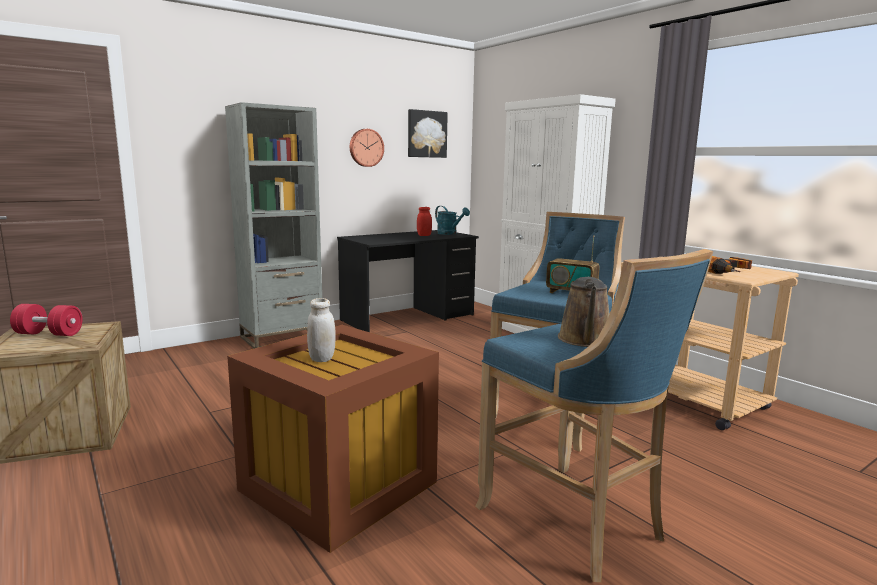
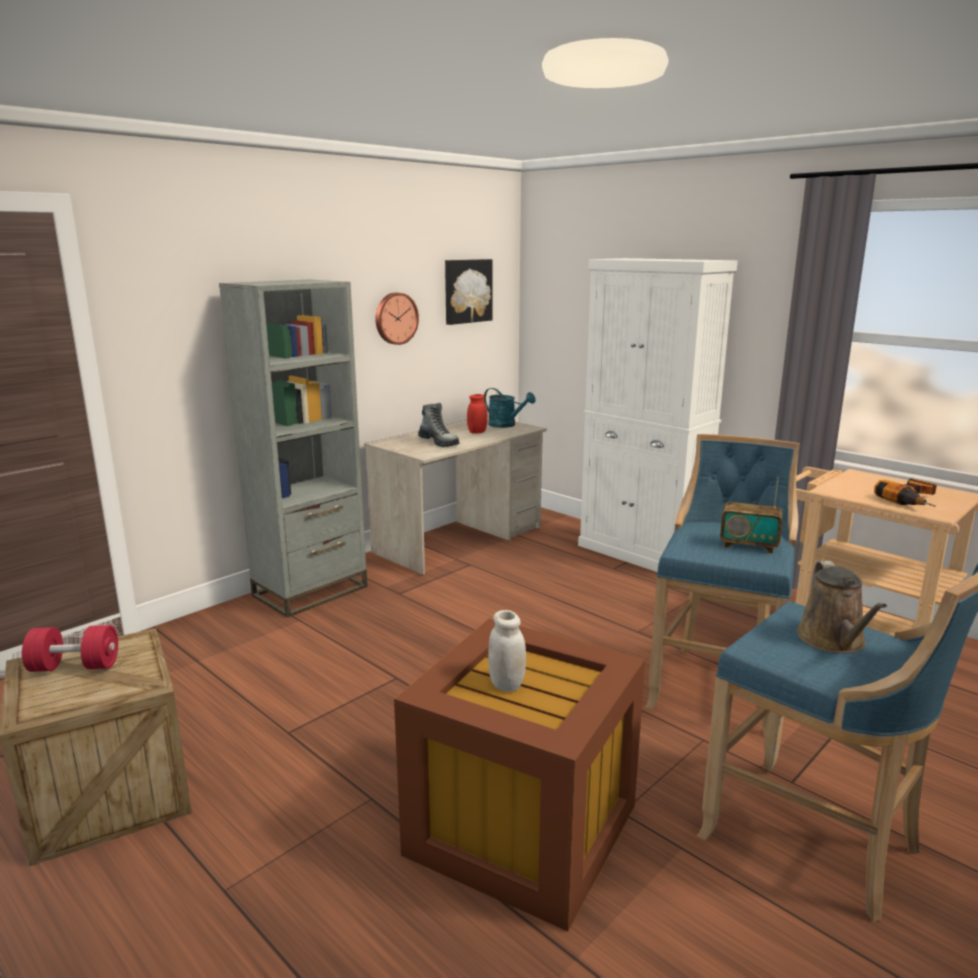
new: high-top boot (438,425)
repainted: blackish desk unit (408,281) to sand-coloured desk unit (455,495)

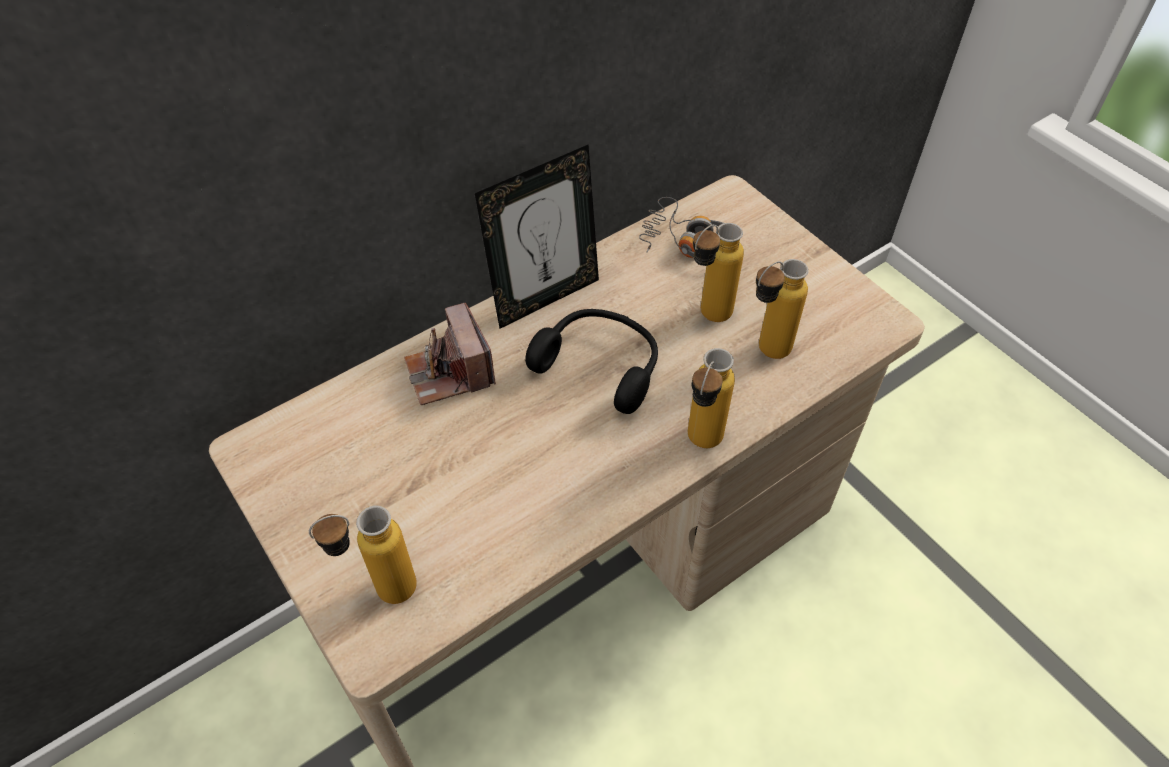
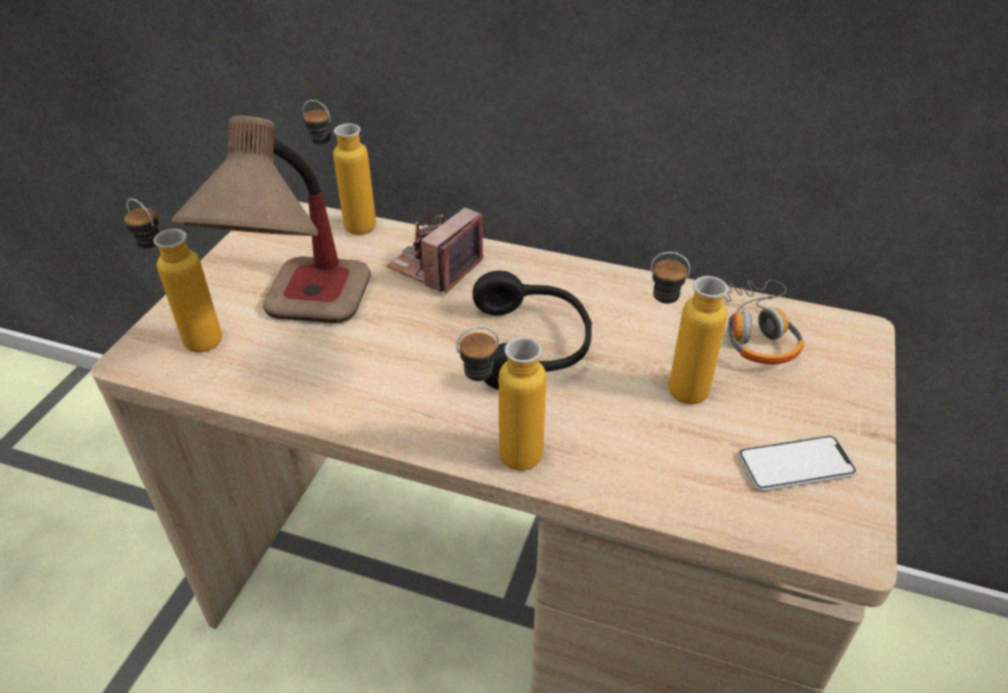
gone: picture frame (537,237)
new: lamp for a table (271,220); handset (797,463)
shifted: drink bottle (782,309) to (339,167)

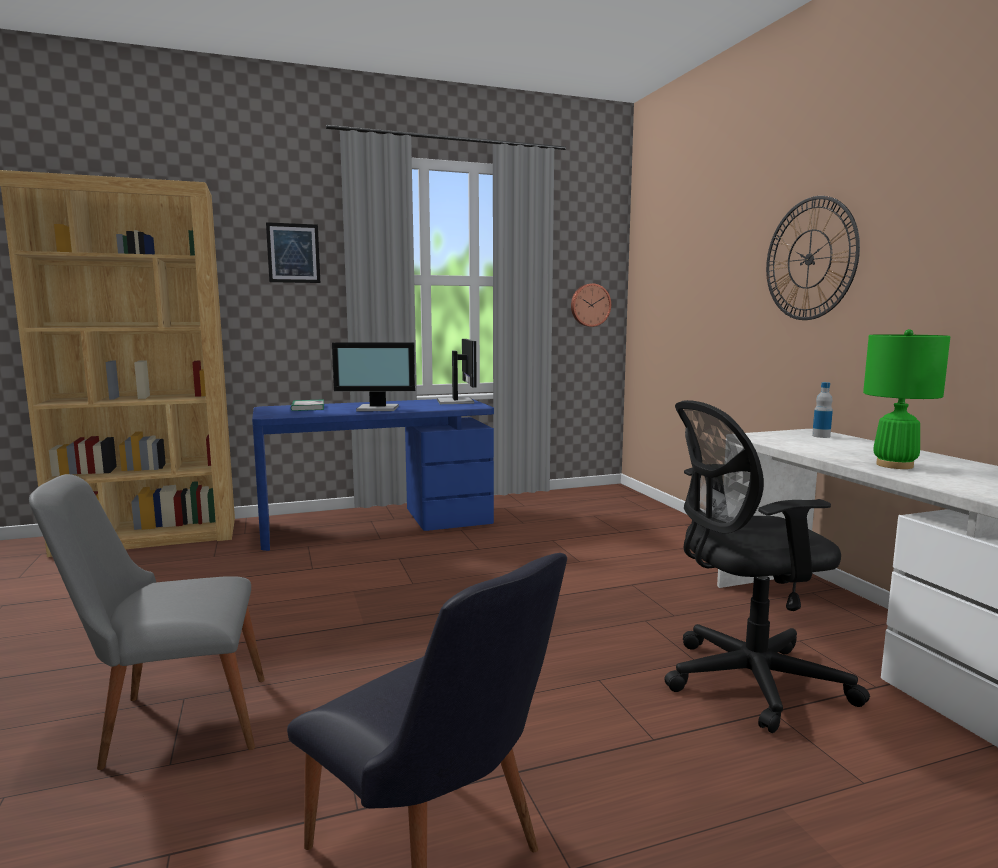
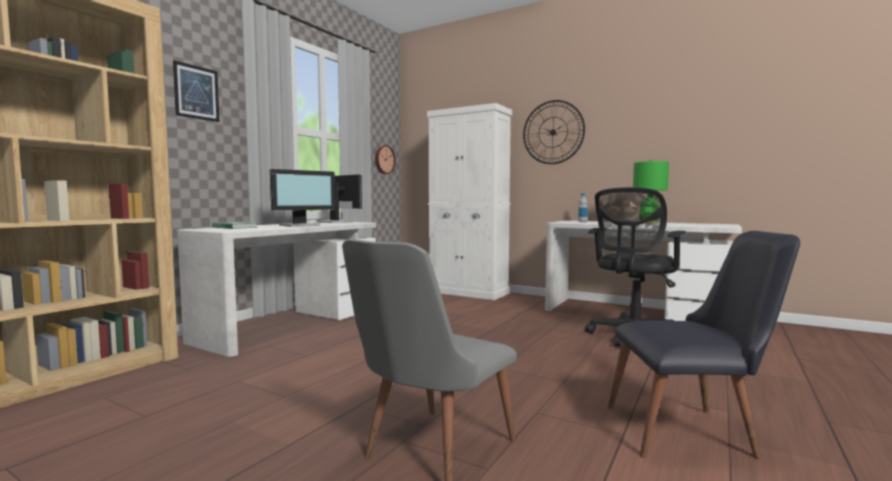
new: white-coloured cupboard (469,201)
repainted: blue-coloured desk unit (373,475) to white-coloured desk unit (276,289)

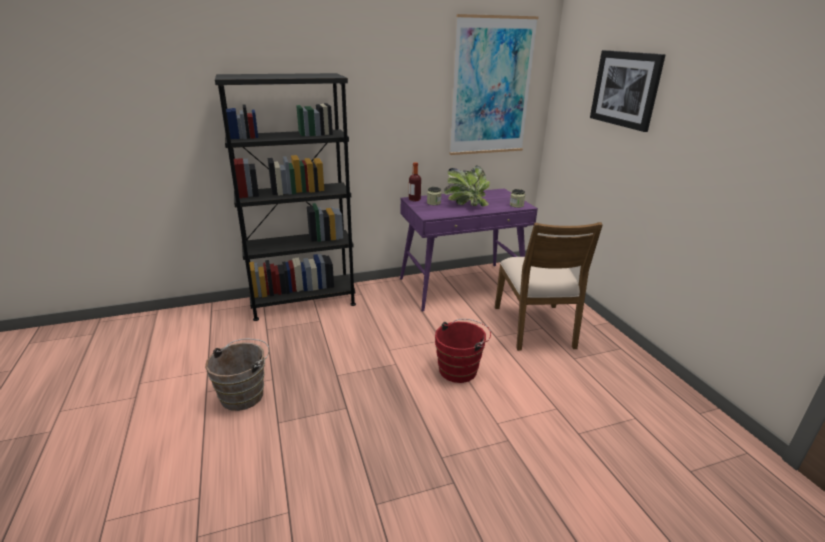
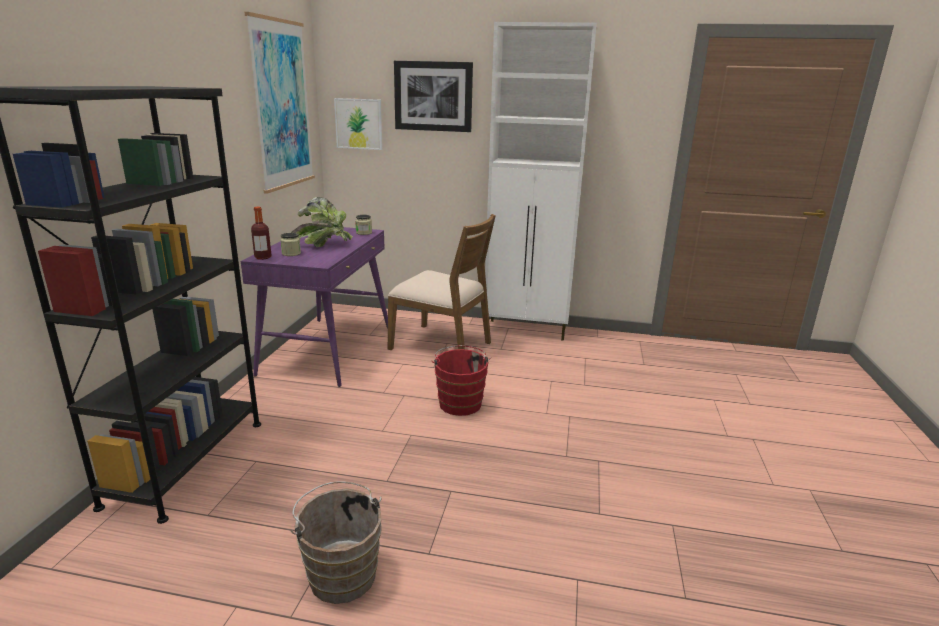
new: wall picture (358,124); white-coloured cupboard (541,181)

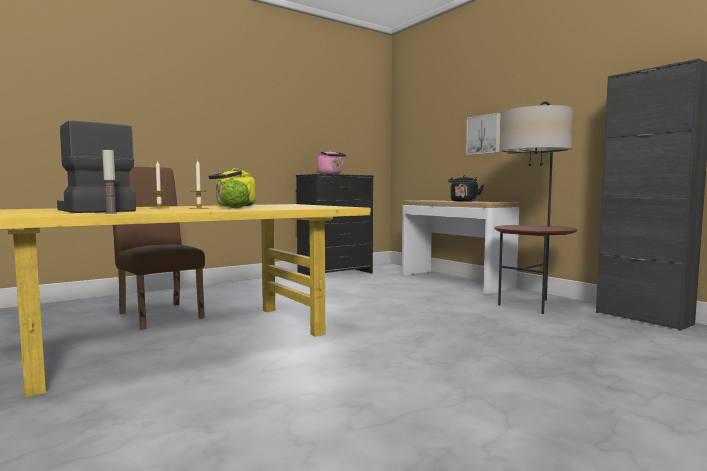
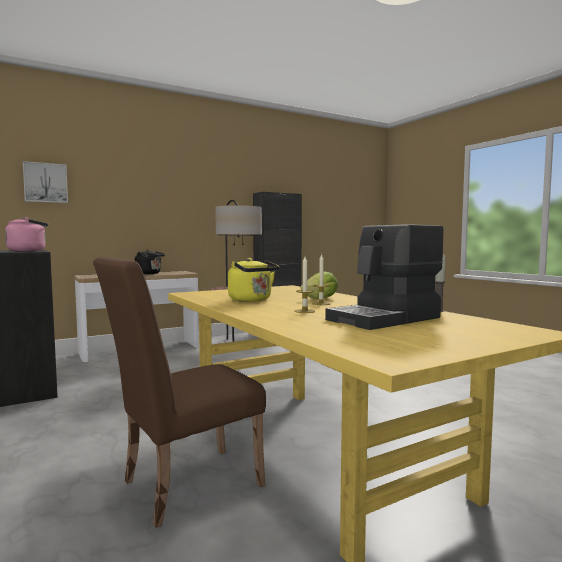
shifted: wall picture (483,134) to (45,182)

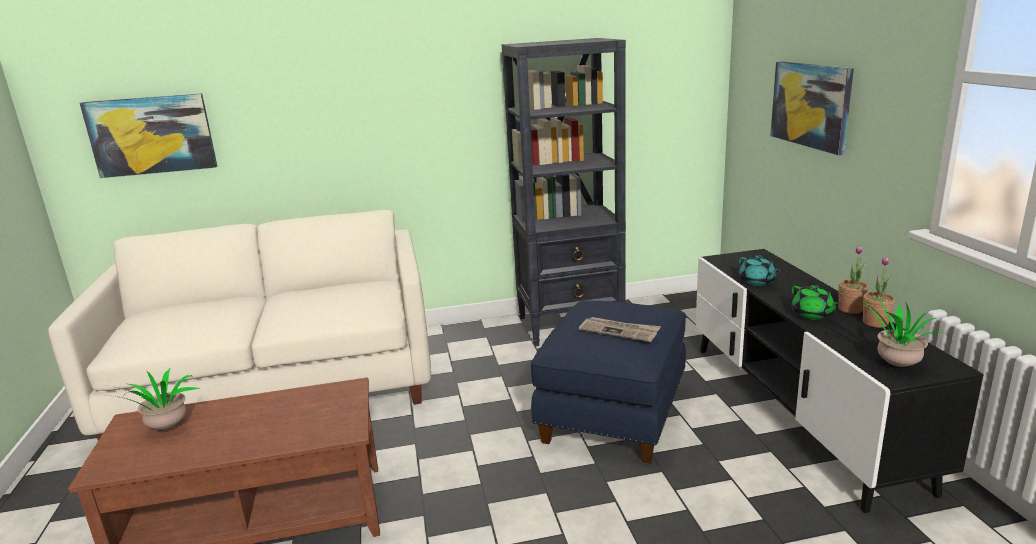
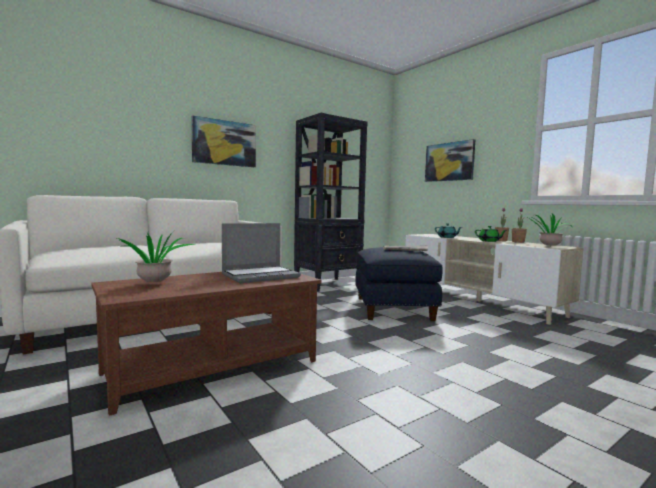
new: portable computer (261,253)
shifted: wall picture (148,135) to (223,141)
repainted: blackish tv unit (840,381) to sand-coloured tv unit (494,279)

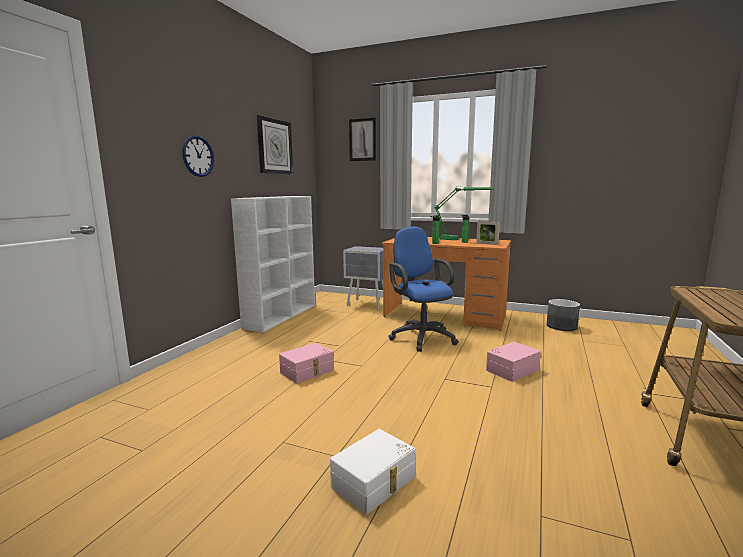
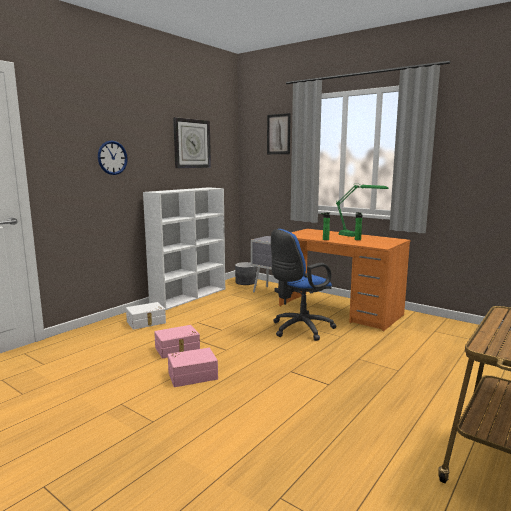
gone: picture frame (488,233)
shifted: white-coloured storage container (372,472) to (146,316); pink storage container (513,362) to (193,367); grey plant pot (563,315) to (245,273)
rotated: blue-coloured computer chair (423,289) = (304,285) 120 degrees counterclockwise

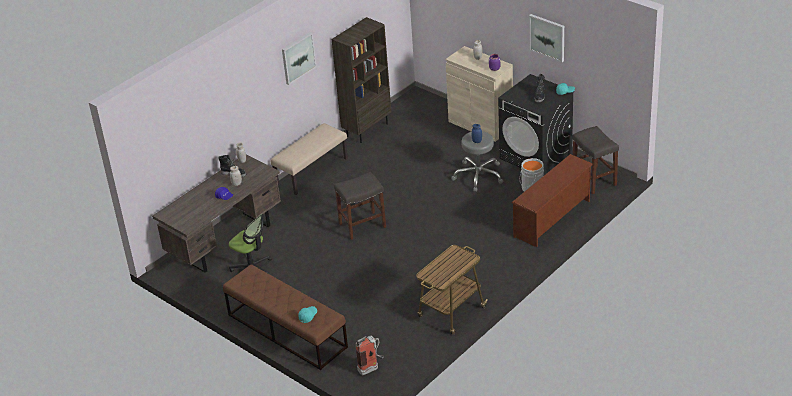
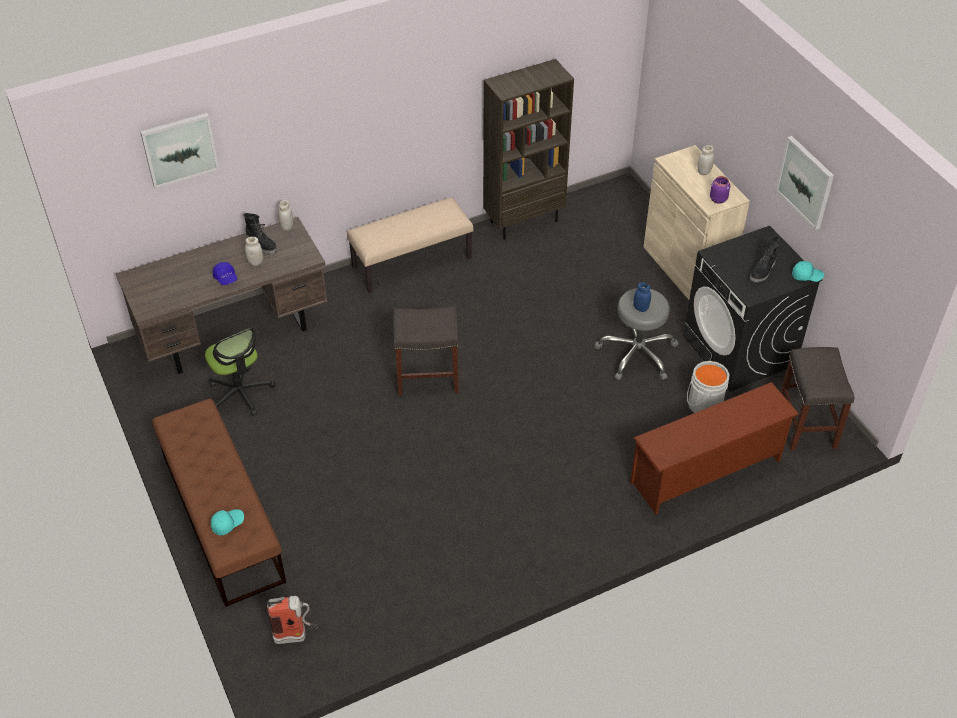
gone: wheeled cart (452,290)
shifted: wall picture (299,58) to (179,151)

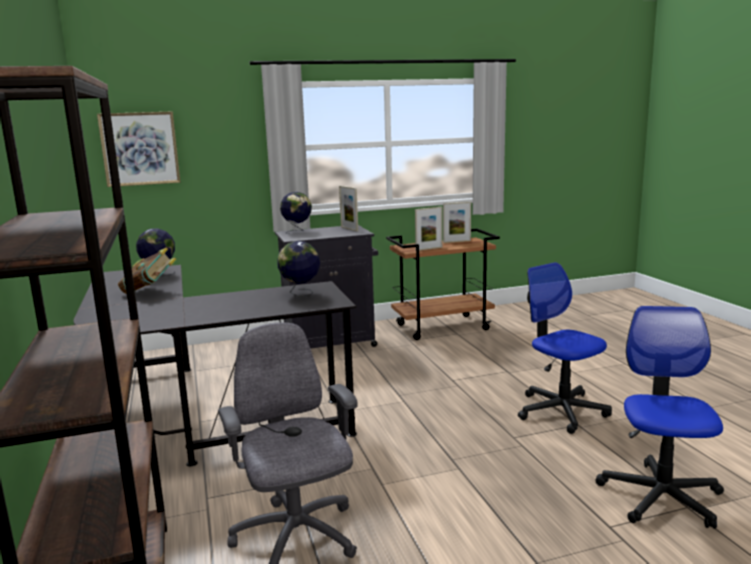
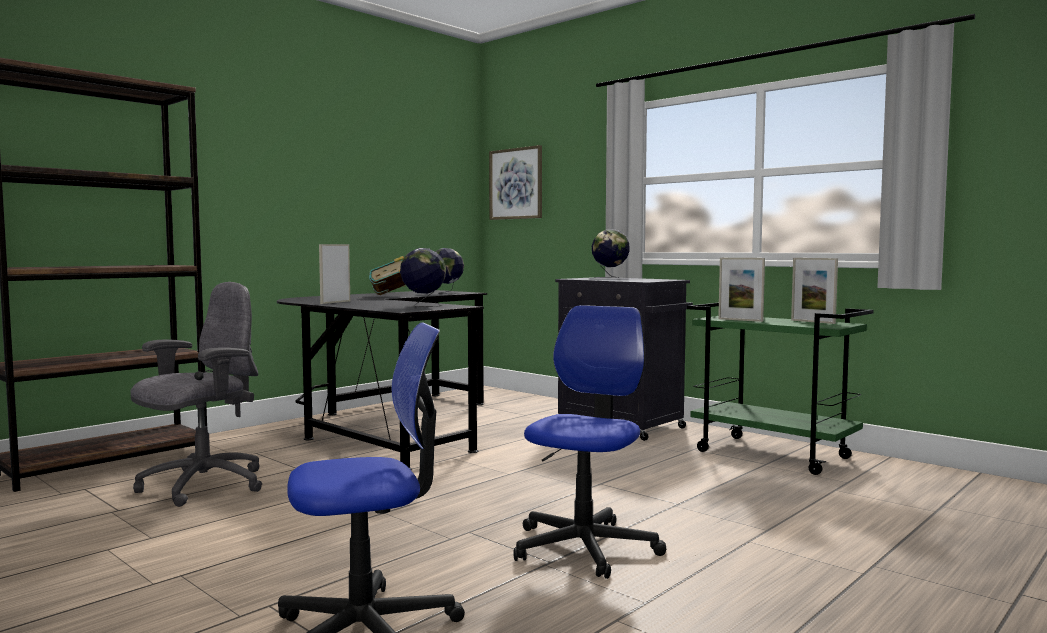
shifted: picture frame (348,208) to (334,274)
repainted: brownish wheeled cart (443,284) to greenish wheeled cart (780,389)

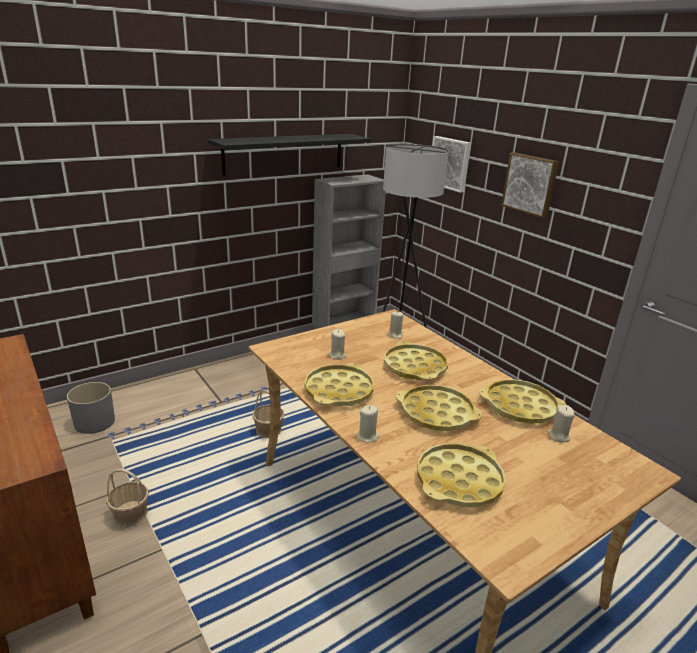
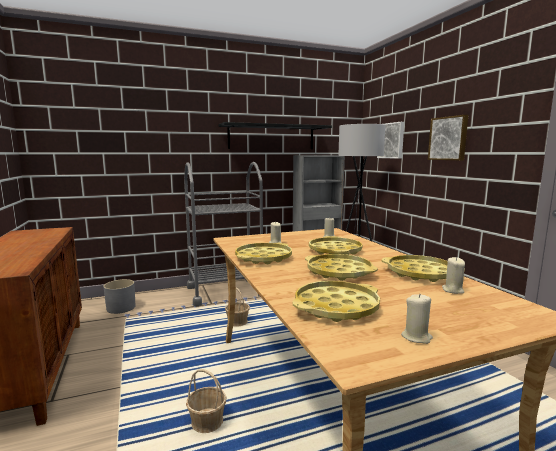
new: grey wheeled cart (223,234)
shifted: storage basket (127,498) to (206,401); sand-coloured wax candle (368,424) to (417,319)

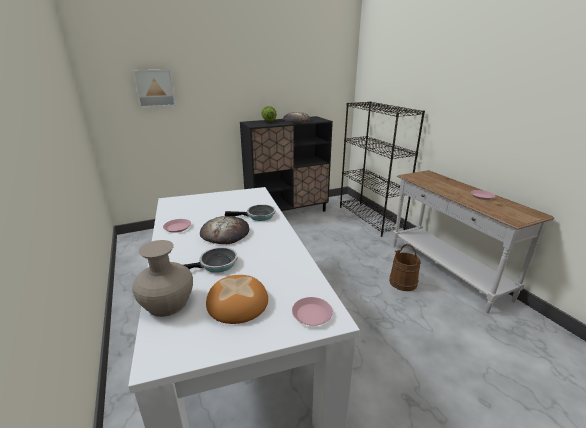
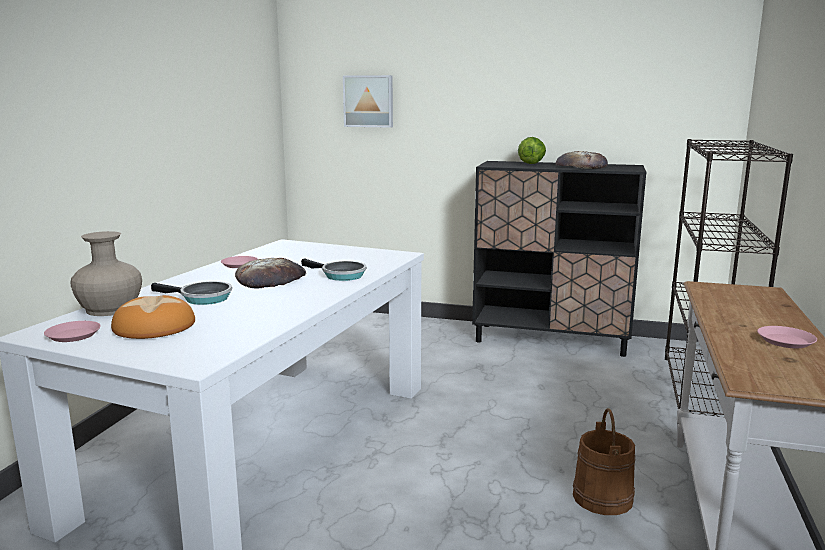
shifted: pink flat dish (312,311) to (72,331)

